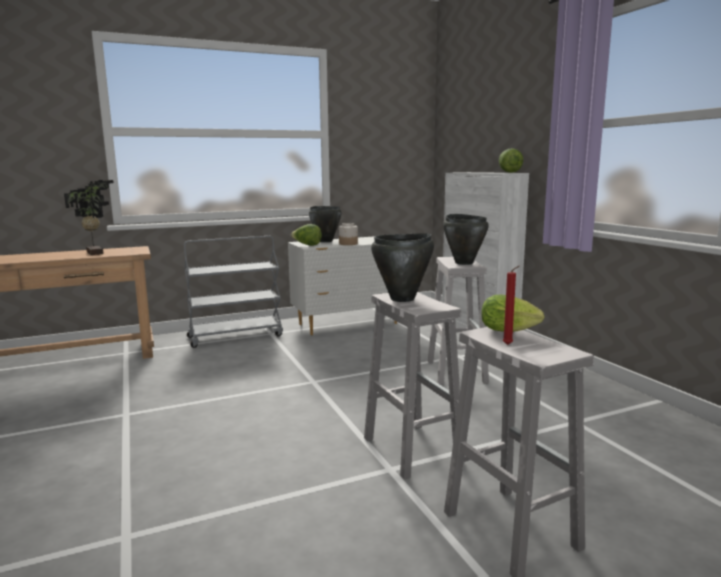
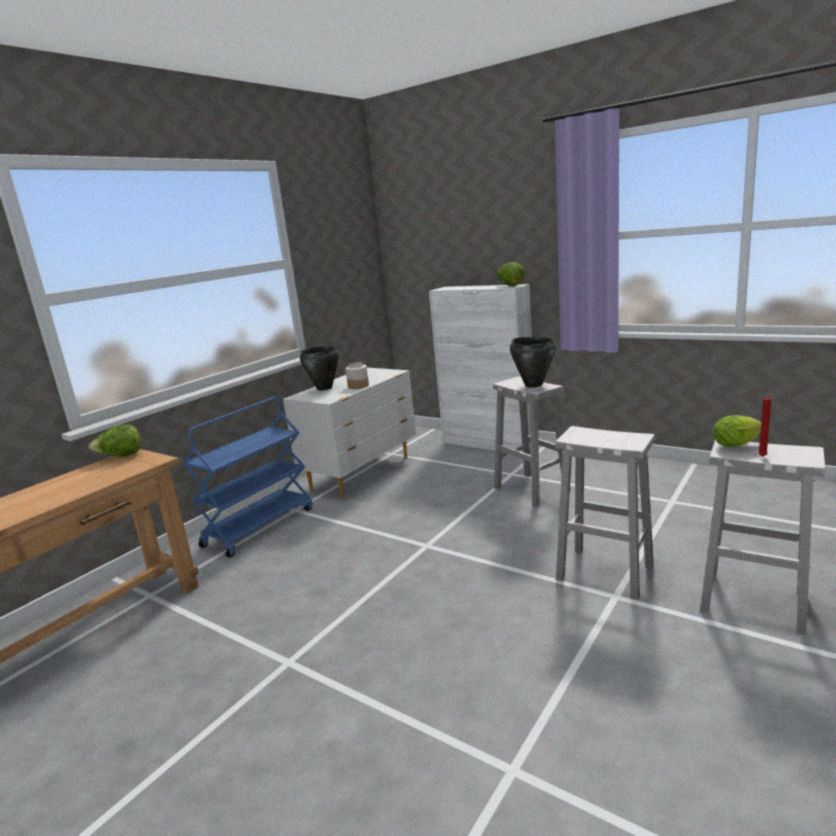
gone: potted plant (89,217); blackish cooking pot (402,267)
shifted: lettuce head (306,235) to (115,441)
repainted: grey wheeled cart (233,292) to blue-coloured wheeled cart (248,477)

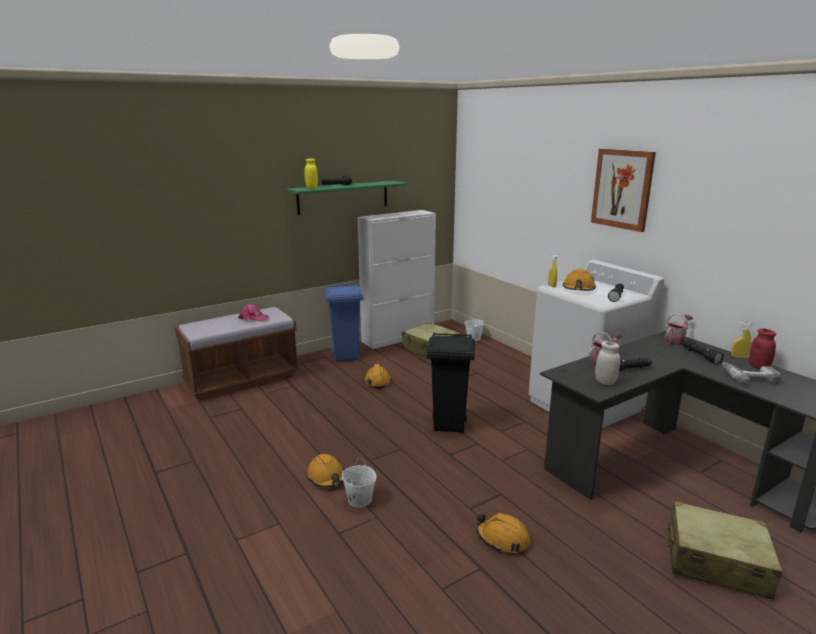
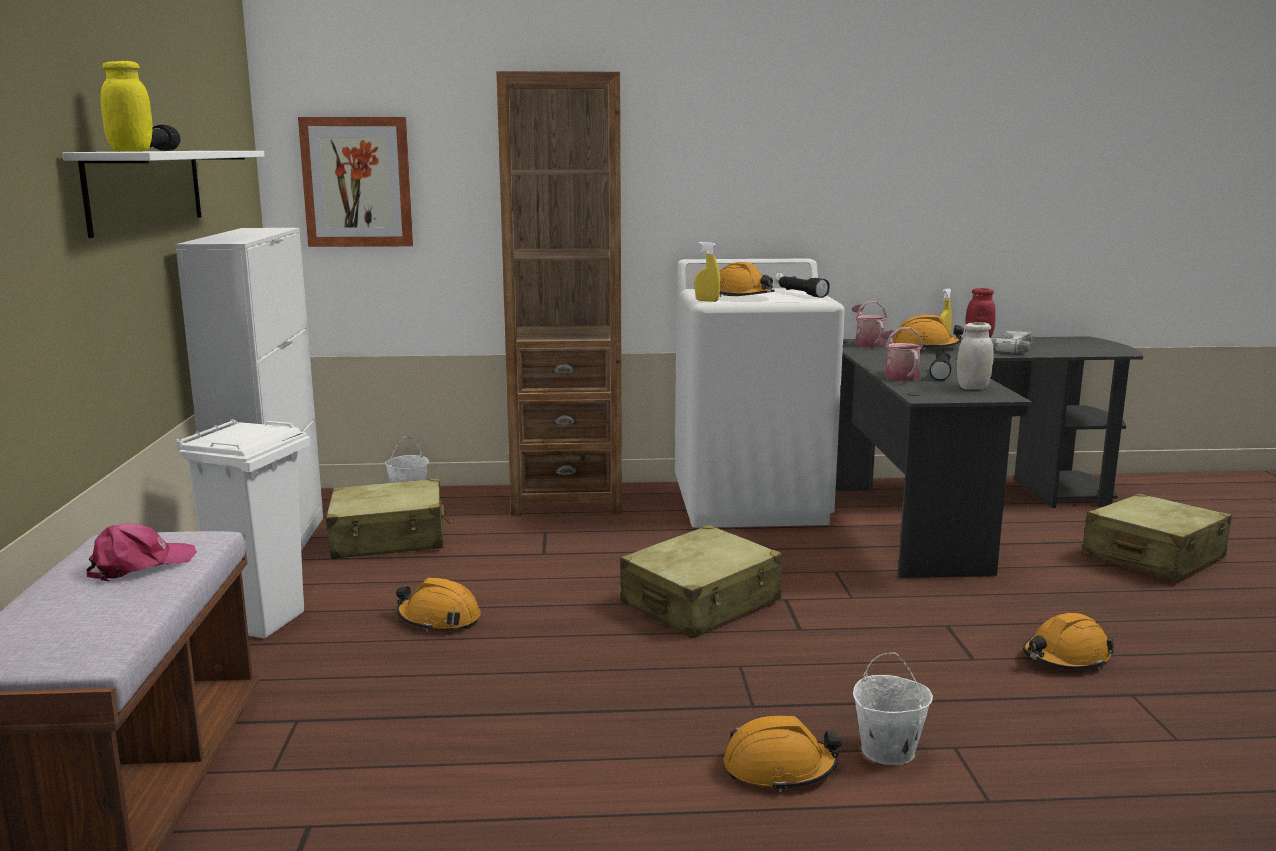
new: brownish bookshelf (559,293)
shifted: wall picture (623,190) to (355,182)
swapped: blackish rubbish bin (451,382) to sand-coloured suitcase (701,581); blackish hand torch (703,352) to orange hard hat (928,332)
repainted: greenish shelf (346,198) to white-coloured shelf (163,194); blue-coloured rubbish bin (343,323) to white-coloured rubbish bin (243,529)

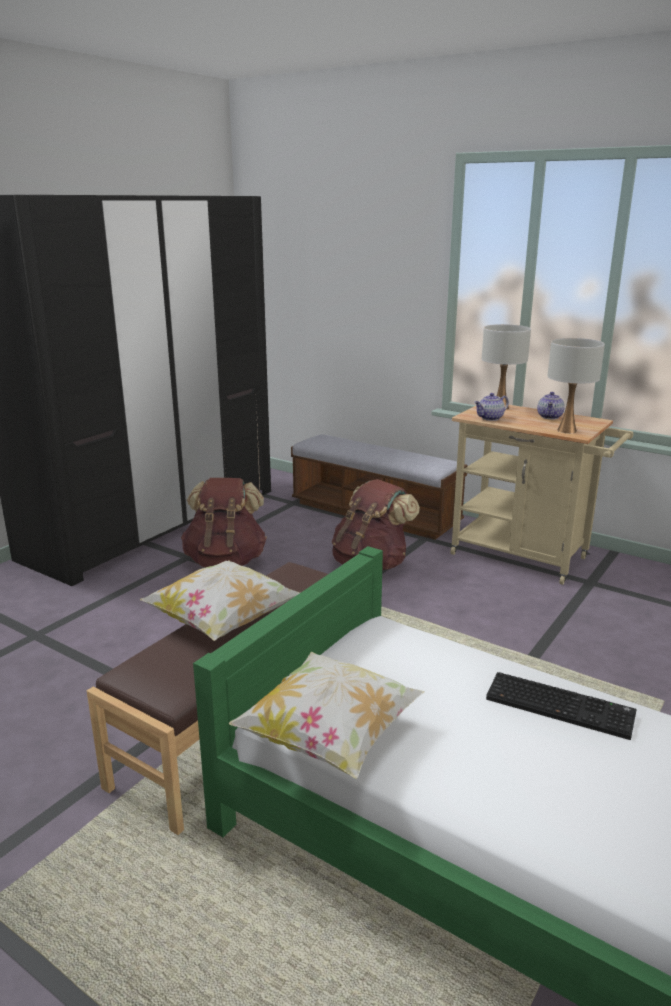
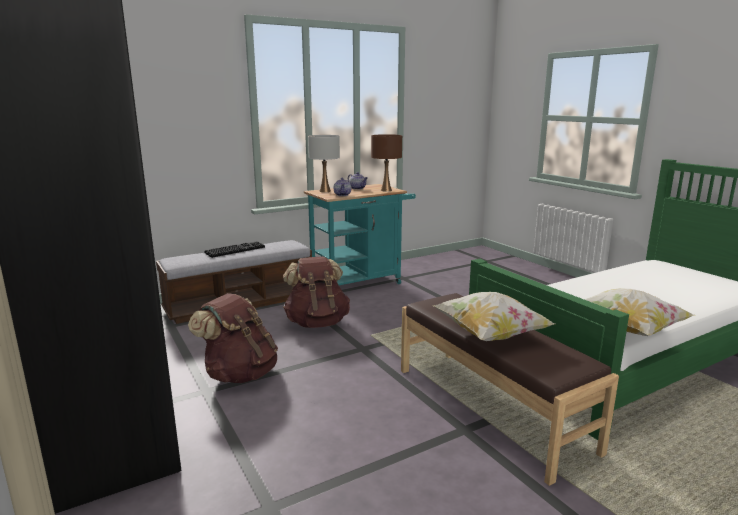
shifted: PC keyboard (561,706) to (234,249)
repainted: sand-coloured wheeled cart (542,495) to turquoise-coloured wheeled cart (360,234); white-coloured lamp for a table (576,385) to brownish lamp for a table (386,163)

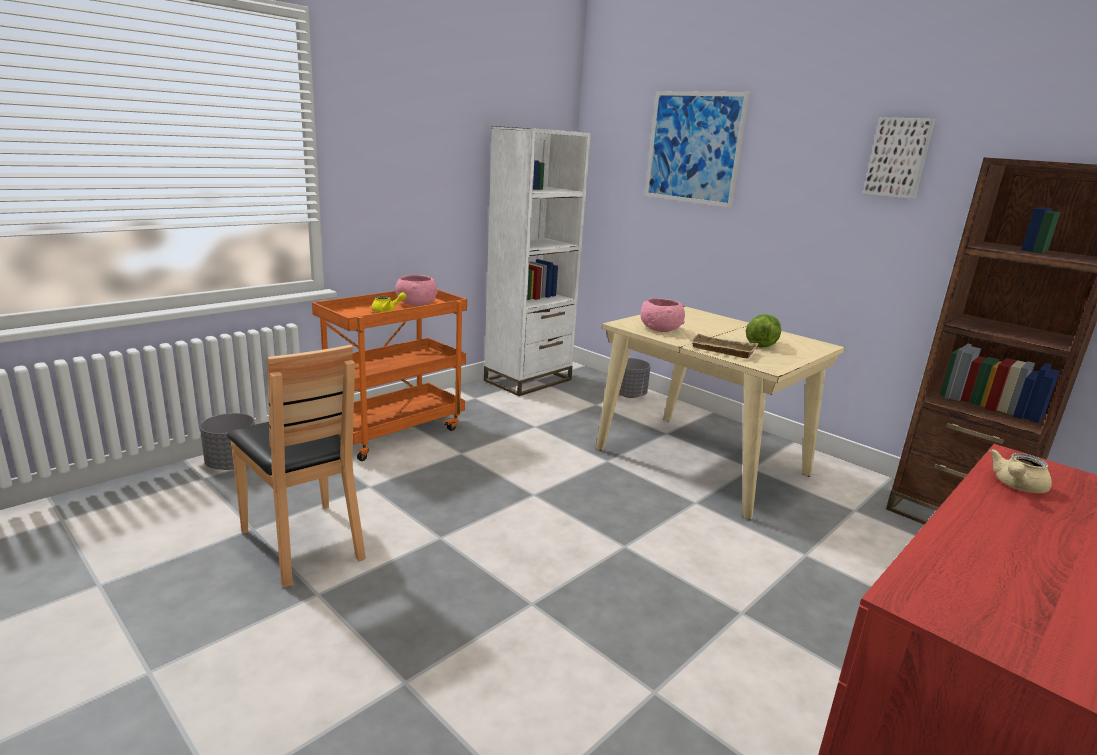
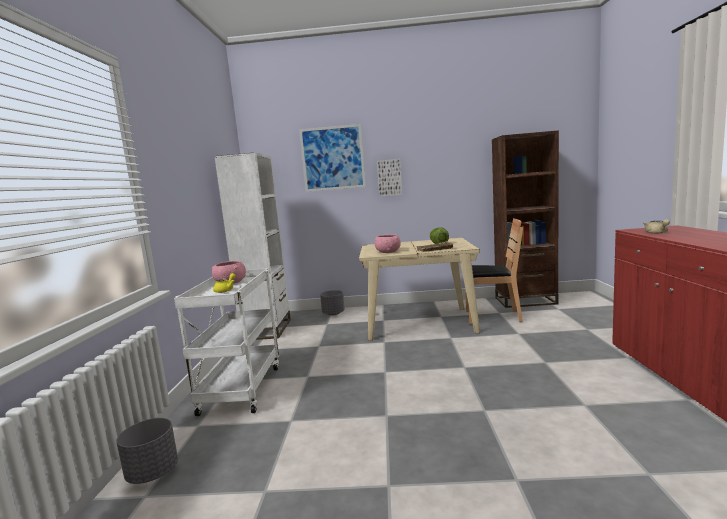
shifted: brownish upright chair (296,466) to (494,271); wall picture (899,158) to (390,178)
repainted: orange wheeled cart (389,375) to white-coloured wheeled cart (226,342)

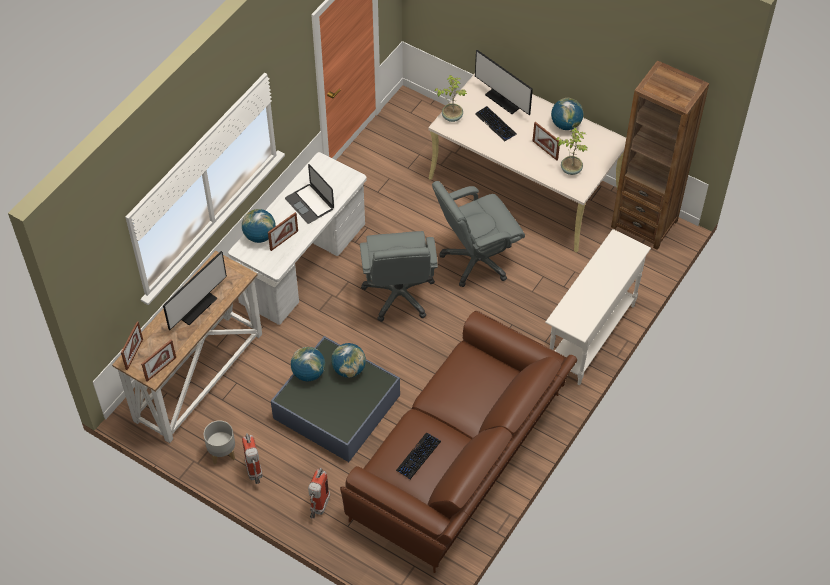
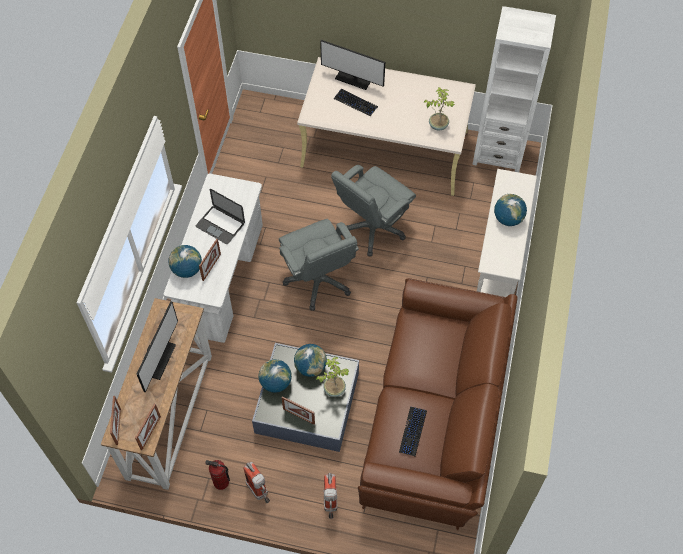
shifted: potted plant (450,98) to (332,376); picture frame (546,141) to (298,410); globe (567,114) to (510,210)
swapped: grey plant pot (219,442) to fire extinguisher (217,475)
repainted: brownish bookshelf (660,155) to white-coloured bookshelf (514,89)

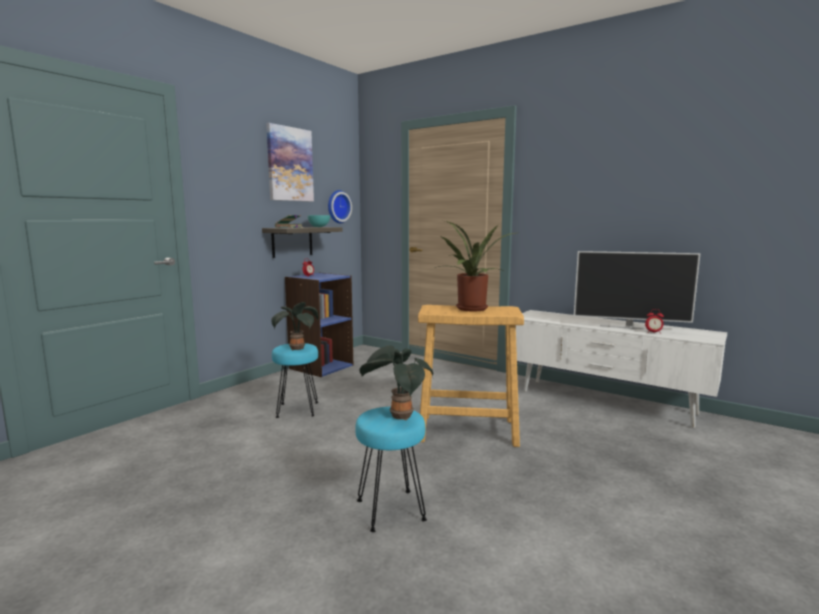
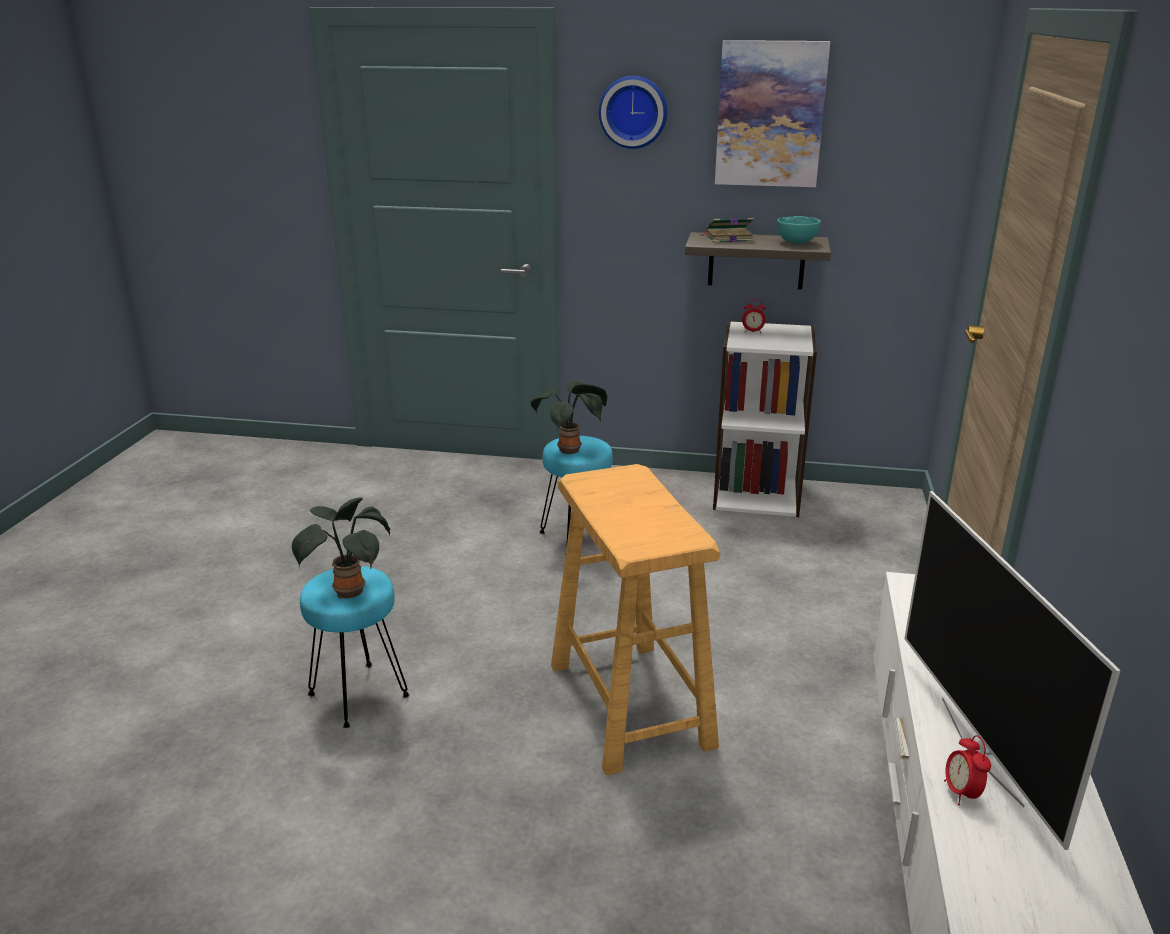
gone: potted plant (475,266)
shifted: clock on the wall (340,206) to (633,112)
repainted: blue-coloured bookshelf (319,324) to white-coloured bookshelf (765,419)

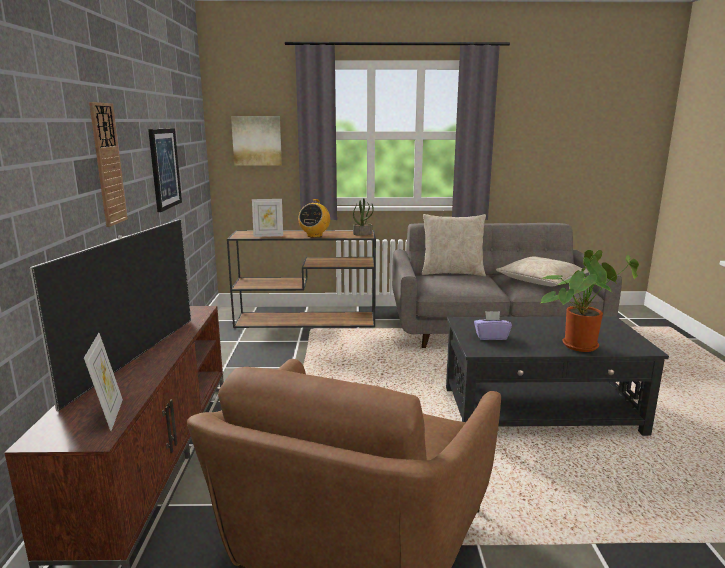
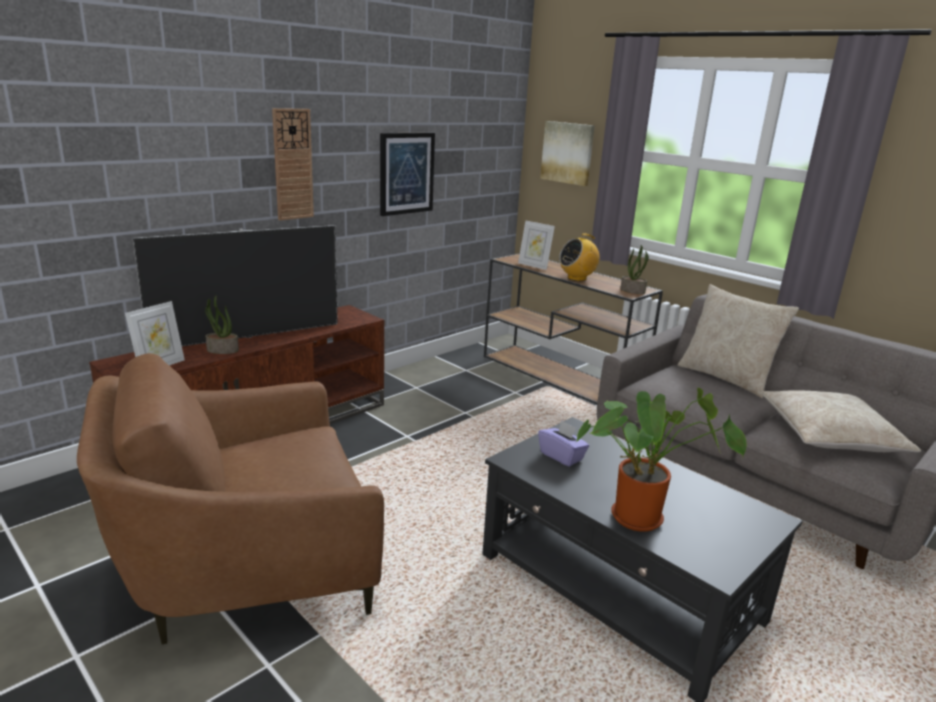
new: potted plant (222,325)

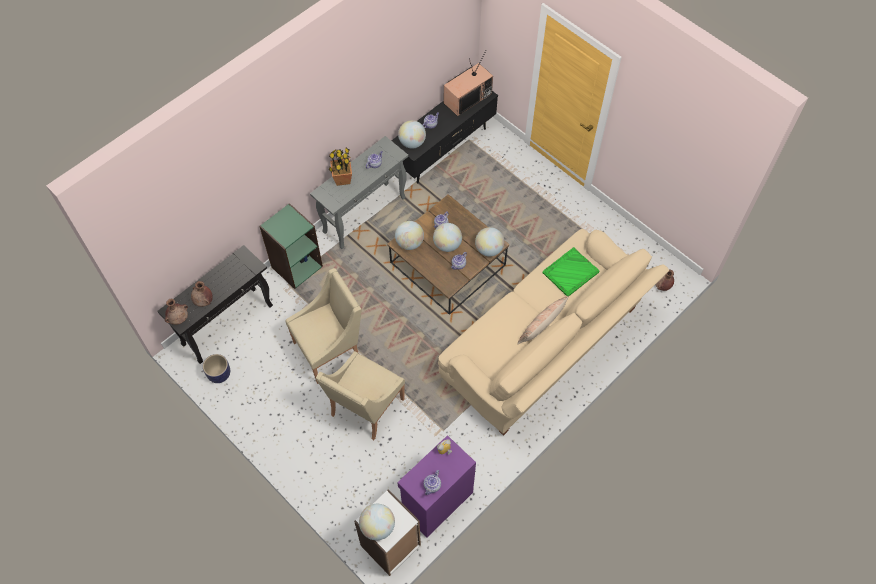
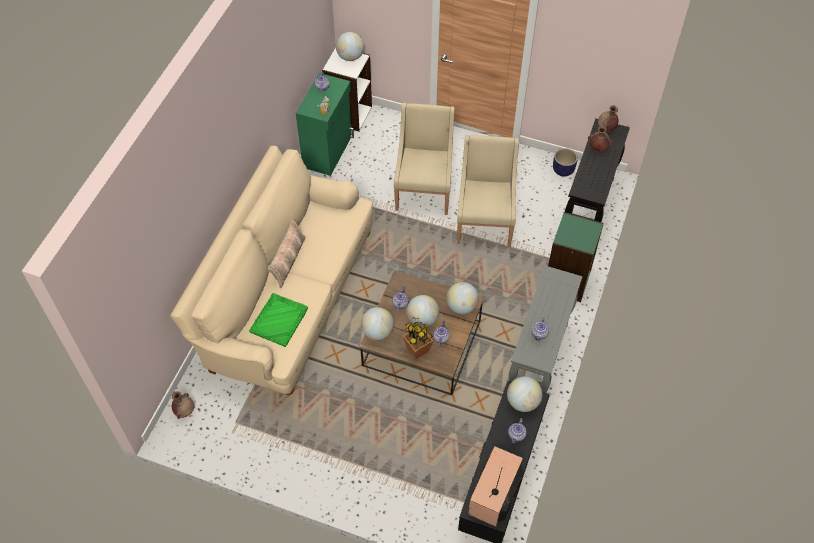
shifted: potted plant (340,167) to (418,338)
repainted: purplish cupboard (436,486) to greenish cupboard (325,124)
rotated: sand-coloured easy chair (323,326) = (488,191) 150 degrees clockwise

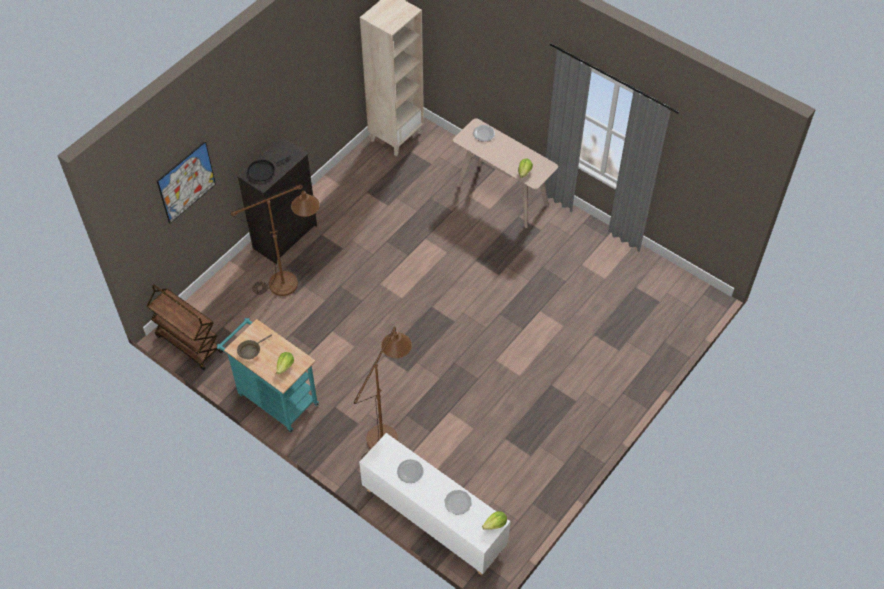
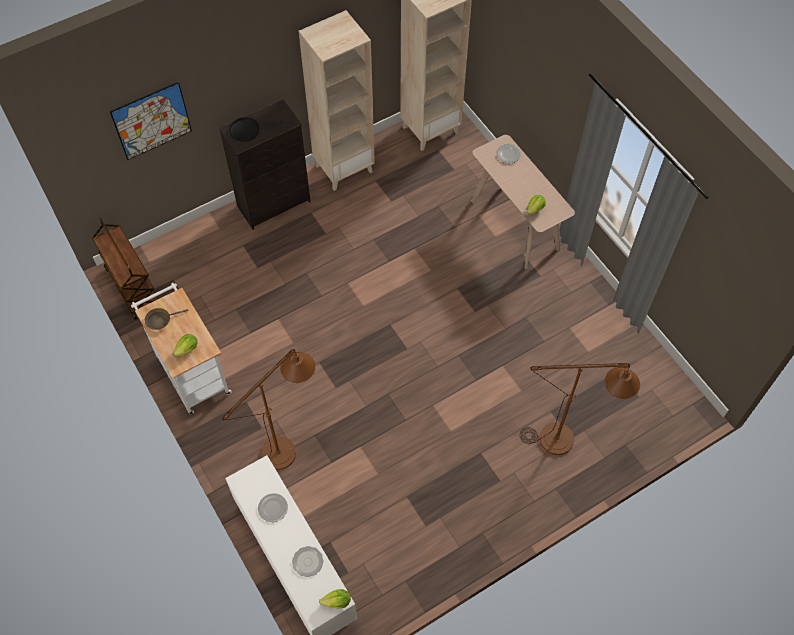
new: sand-coloured bookshelf (337,100)
shifted: brownish floor lamp (275,240) to (580,409)
repainted: turquoise-coloured wheeled cart (268,375) to white-coloured wheeled cart (181,349)

